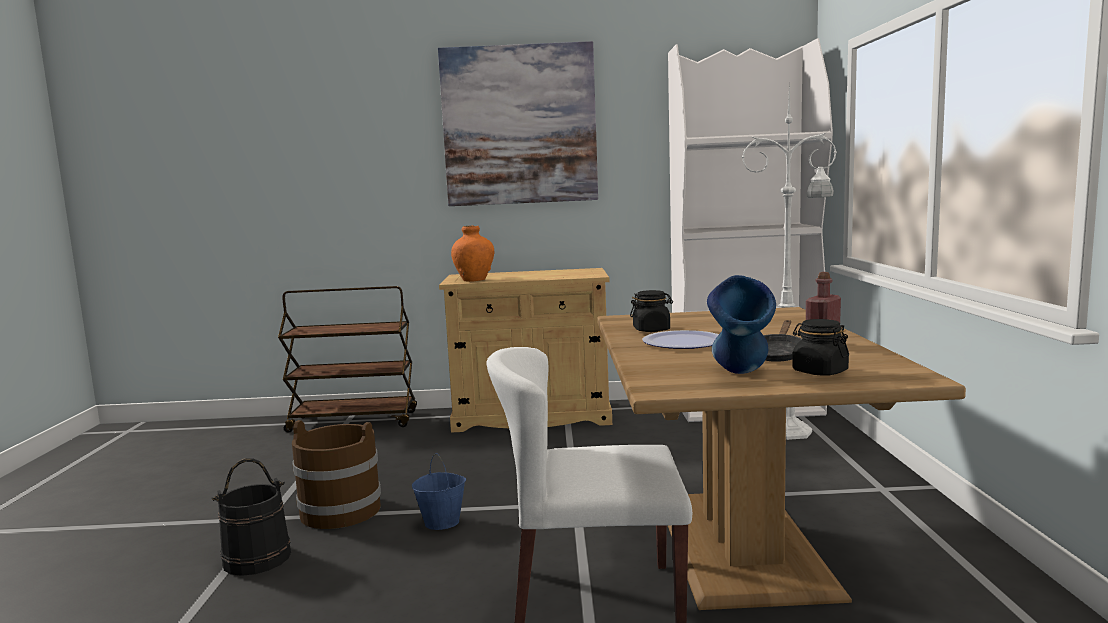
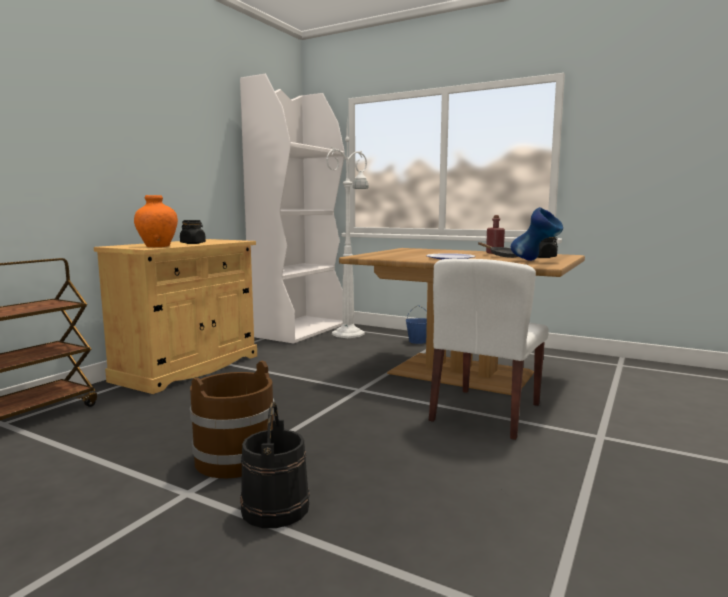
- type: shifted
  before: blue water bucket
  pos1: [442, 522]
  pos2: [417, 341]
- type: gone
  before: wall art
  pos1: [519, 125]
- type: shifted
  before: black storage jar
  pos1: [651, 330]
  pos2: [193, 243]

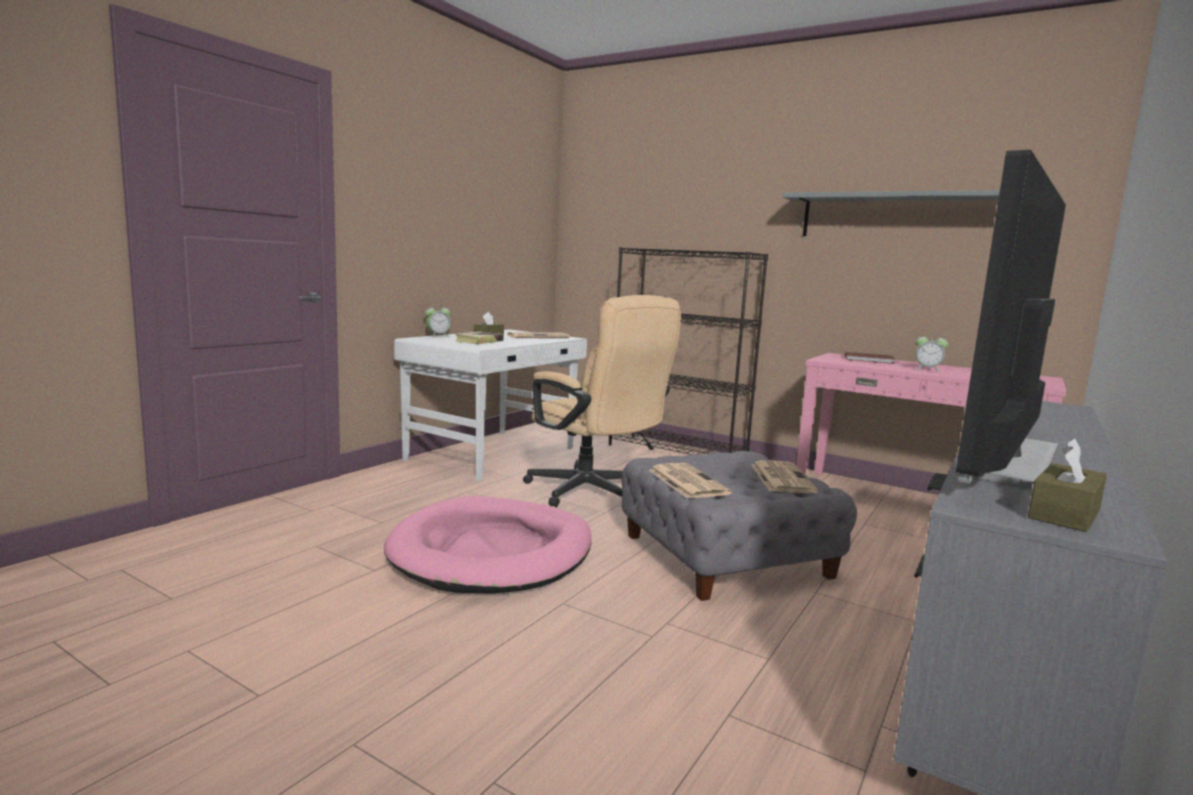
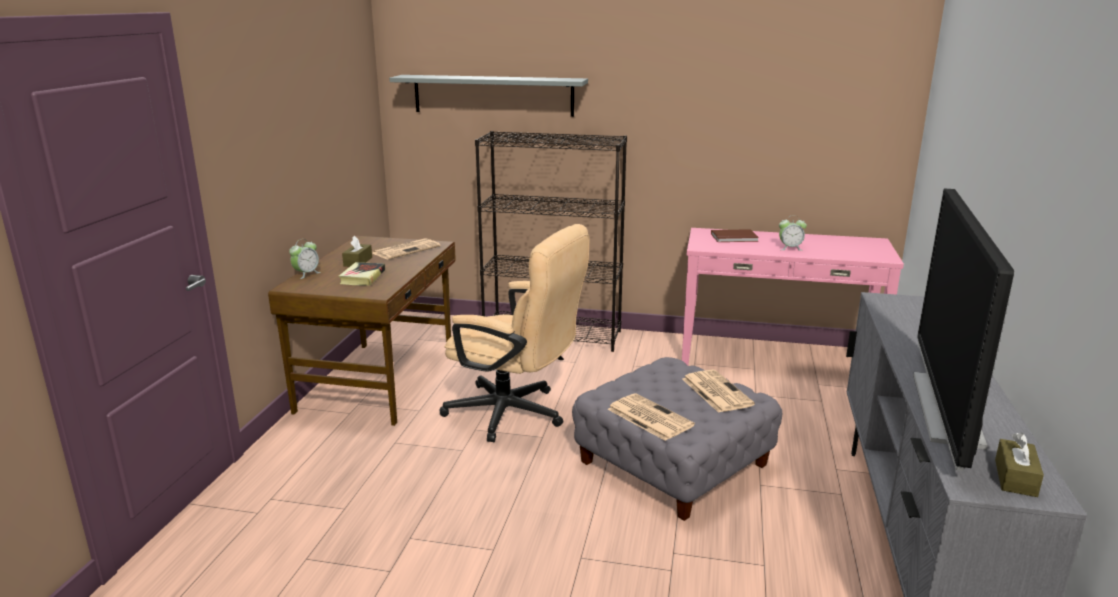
- type: gone
  before: pink dog cushion
  pos1: [493, 552]
- type: repainted
  before: white-coloured desk unit
  after: brown desk unit
  pos1: [494, 454]
  pos2: [380, 381]
- type: shifted
  before: gray wall shelf
  pos1: [897, 216]
  pos2: [493, 95]

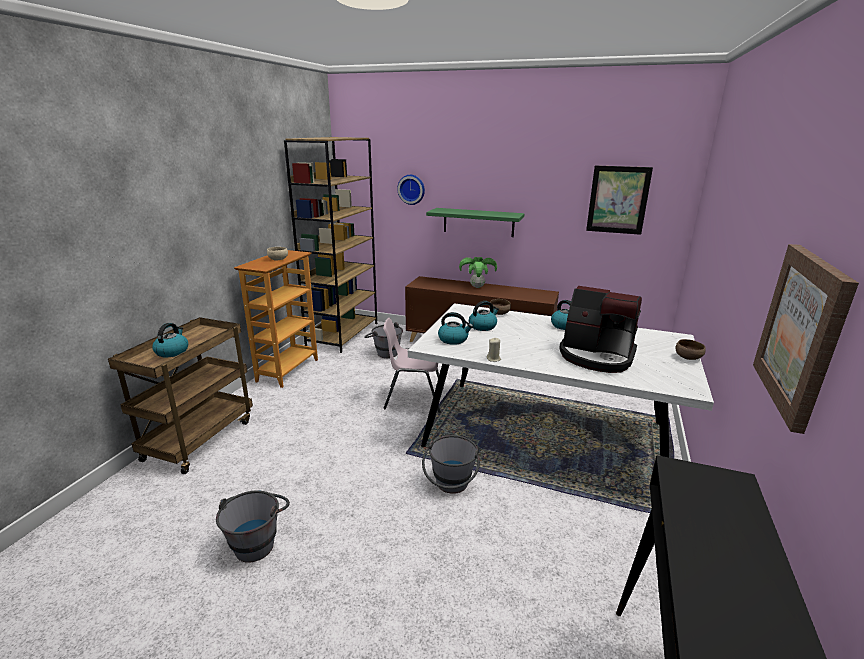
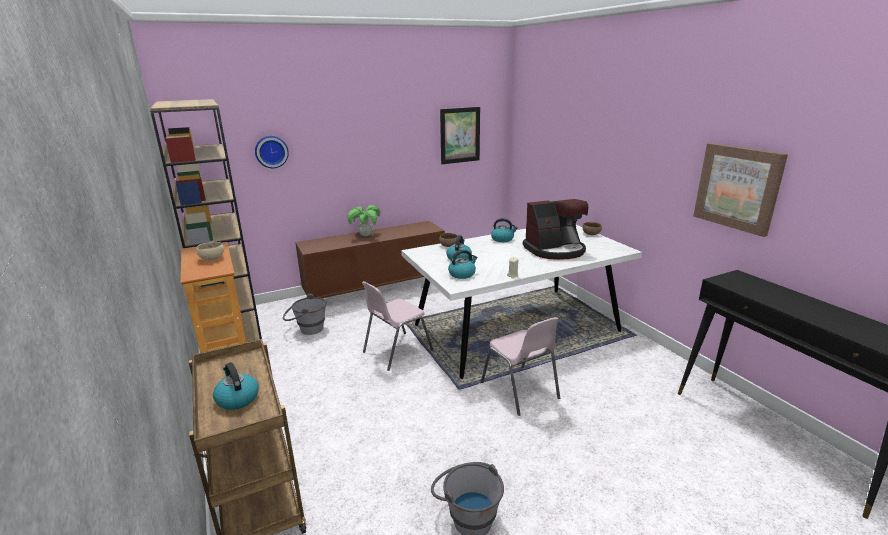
- type: swapped
  before: gray water bucket
  after: pink chair
  pos1: [451, 487]
  pos2: [520, 390]
- type: gone
  before: green-coloured wall shelf
  pos1: [478, 222]

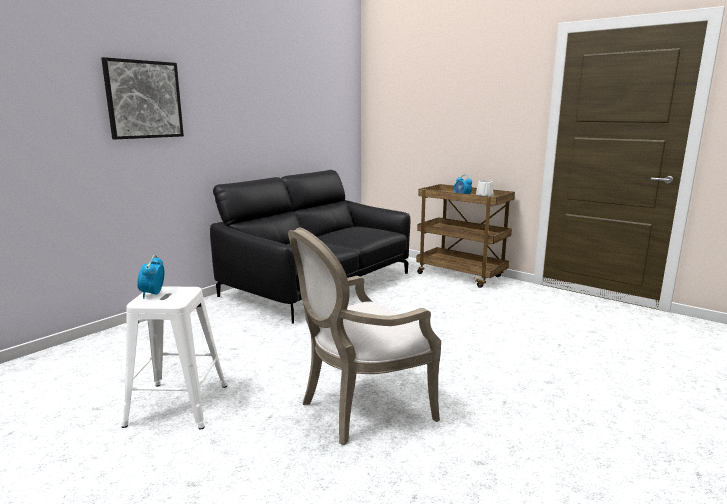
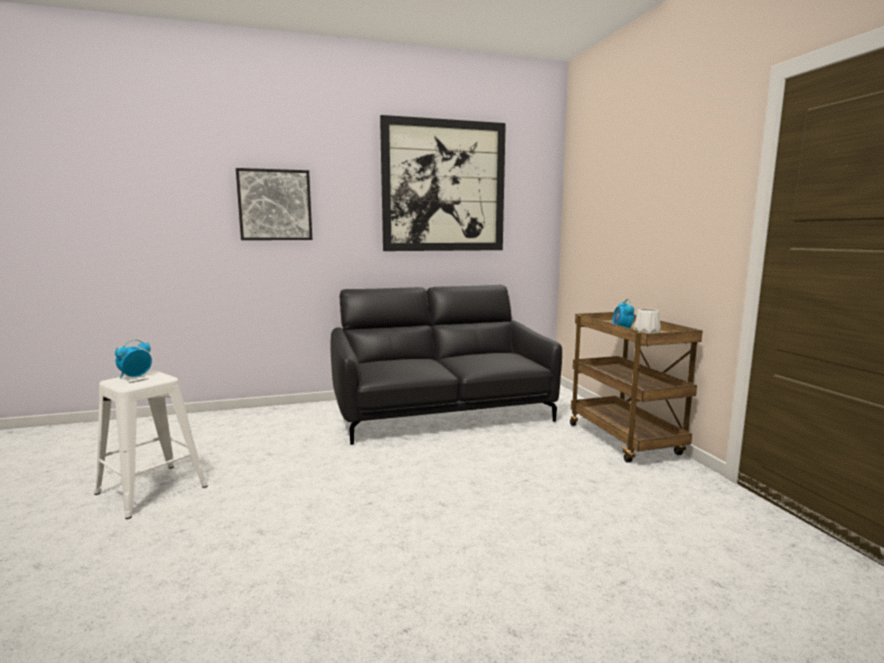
- type: gone
  before: lounge chair
  pos1: [359, 408]
- type: new
  after: wall art
  pos2: [444, 186]

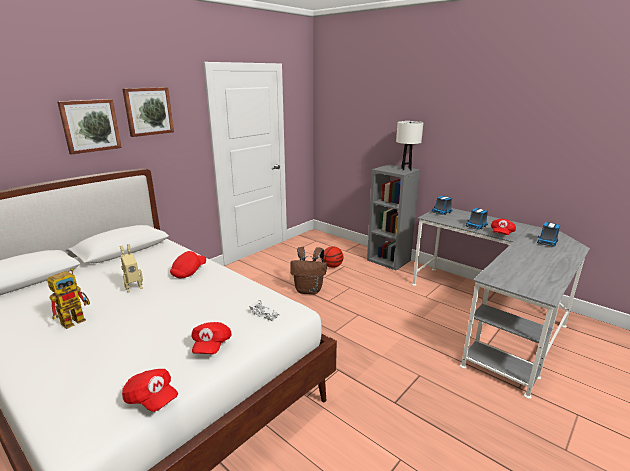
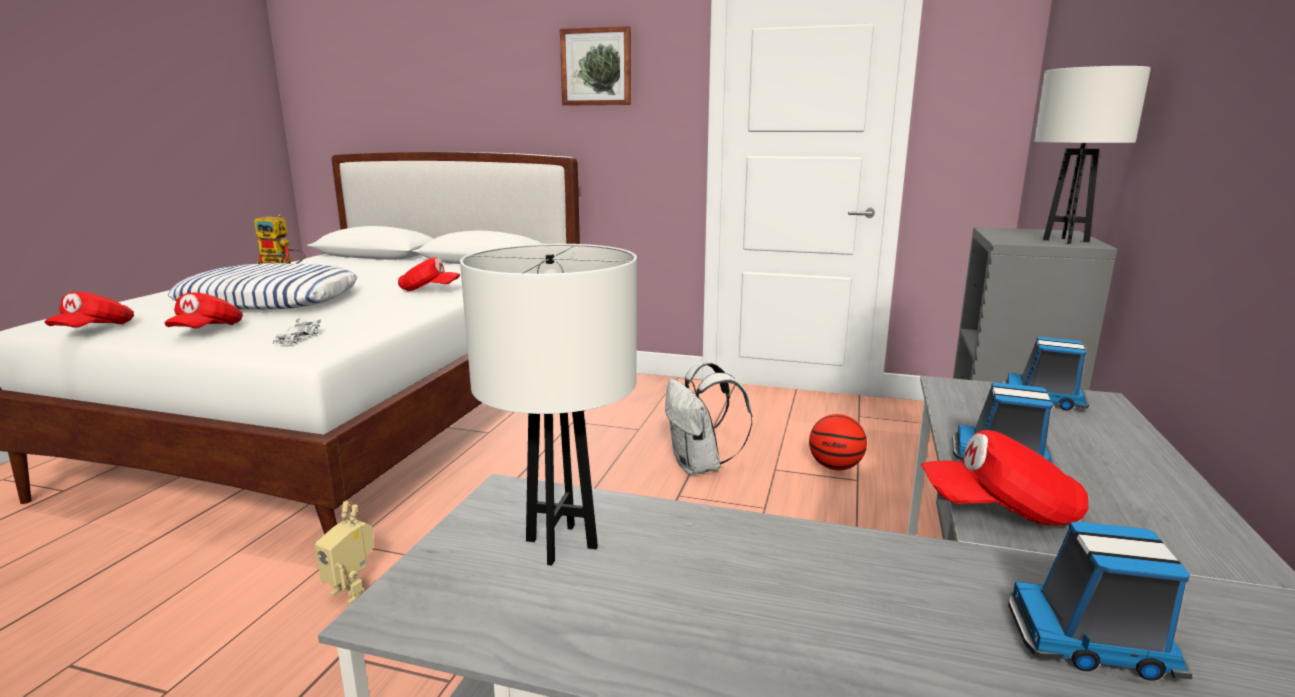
- type: gone
  before: wall art
  pos1: [90, 125]
- type: shifted
  before: model robot
  pos1: [133, 287]
  pos2: [352, 591]
- type: rotated
  before: reddish cap
  pos1: [211, 346]
  pos2: [207, 330]
  turn: -60
- type: repainted
  before: brown knapsack
  after: white-coloured knapsack
  pos1: [309, 290]
  pos2: [700, 466]
- type: new
  after: cushion
  pos2: [270, 300]
- type: new
  after: white-coloured tabletop lamp
  pos2: [562, 543]

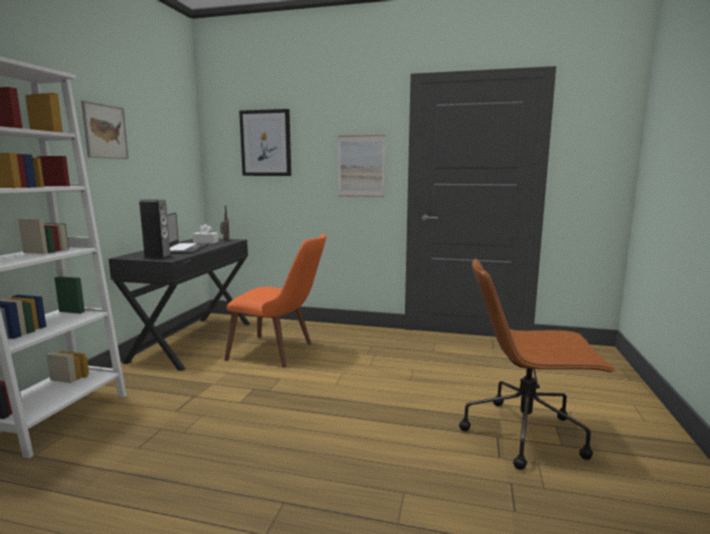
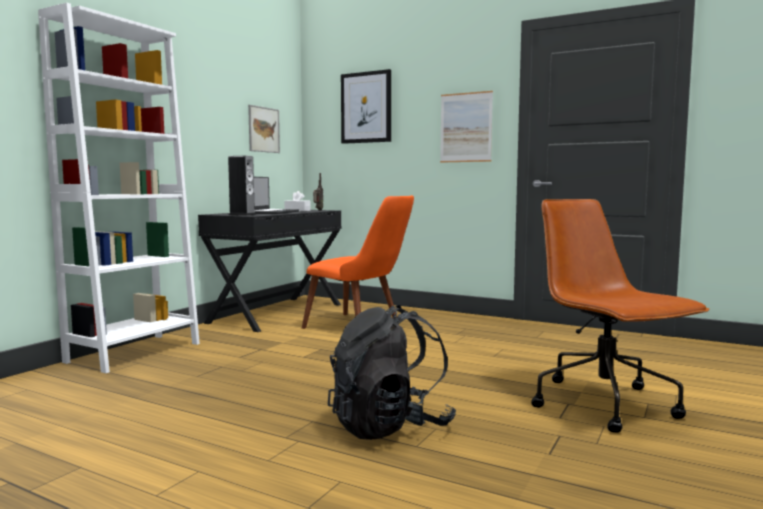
- type: shifted
  before: wall art
  pos1: [105, 131]
  pos2: [263, 129]
- type: rotated
  before: brown computer chair
  pos1: [526, 433]
  pos2: [605, 405]
  turn: 45
- type: new
  after: black knapsack
  pos2: [390, 426]

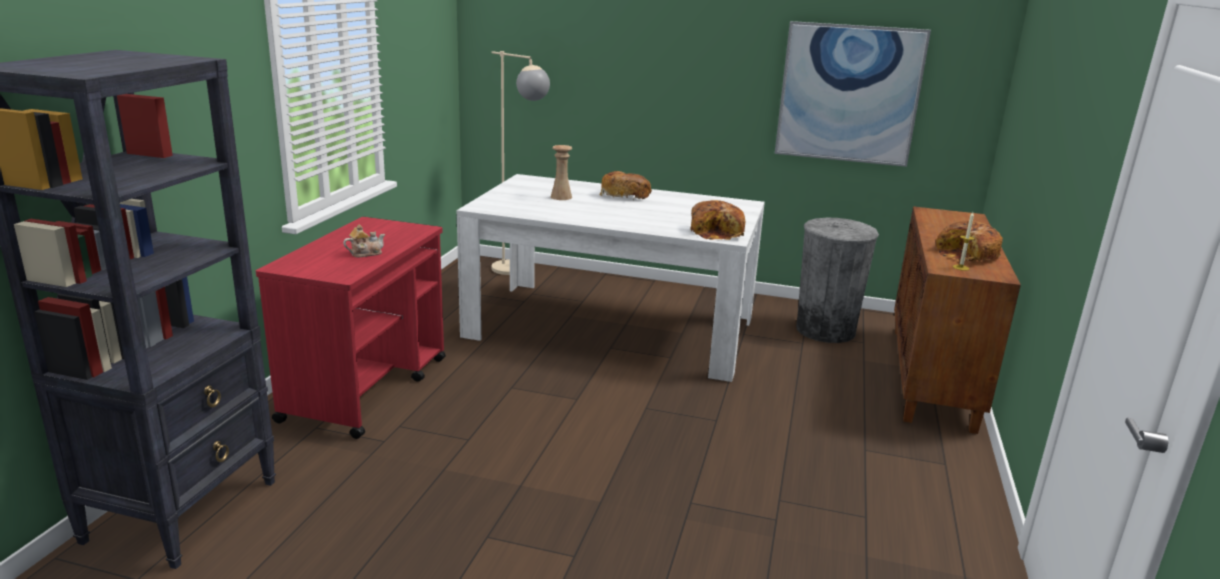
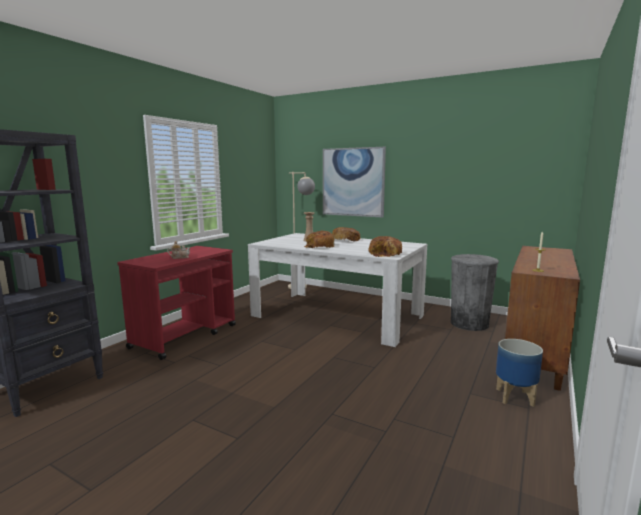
- type: shifted
  before: wall art
  pos1: [849, 94]
  pos2: [353, 182]
- type: shifted
  before: baked bread
  pos1: [967, 254]
  pos2: [318, 246]
- type: new
  after: planter
  pos2: [515, 397]

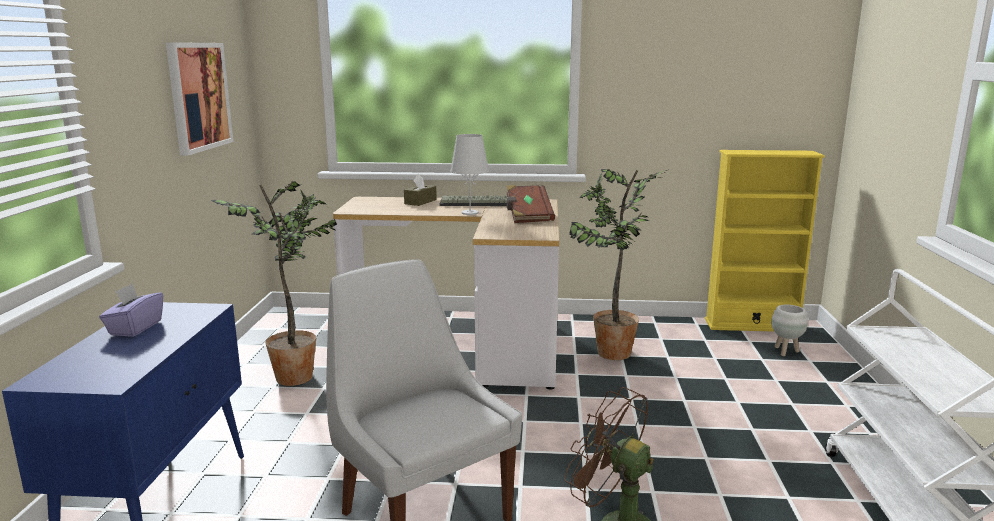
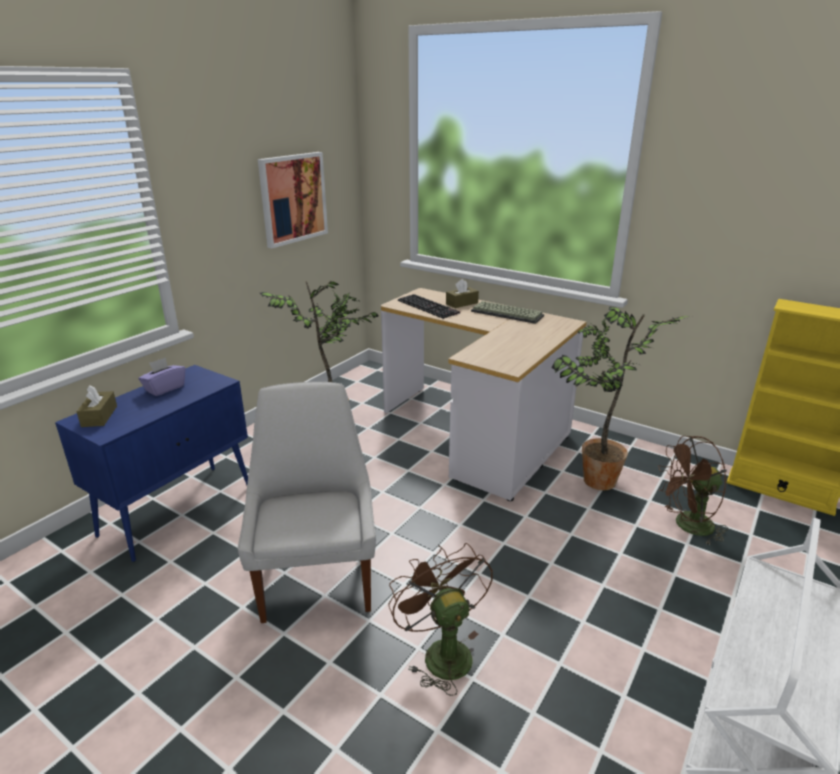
- type: gone
  before: white-coloured tabletop lamp
  pos1: [469, 213]
- type: gone
  before: brown bound book
  pos1: [528, 216]
- type: gone
  before: white-coloured planter
  pos1: [785, 351]
- type: new
  after: brown tissue holder
  pos2: [99, 416]
- type: new
  after: PC keyboard
  pos2: [429, 306]
- type: new
  after: brown electric fan
  pos2: [687, 526]

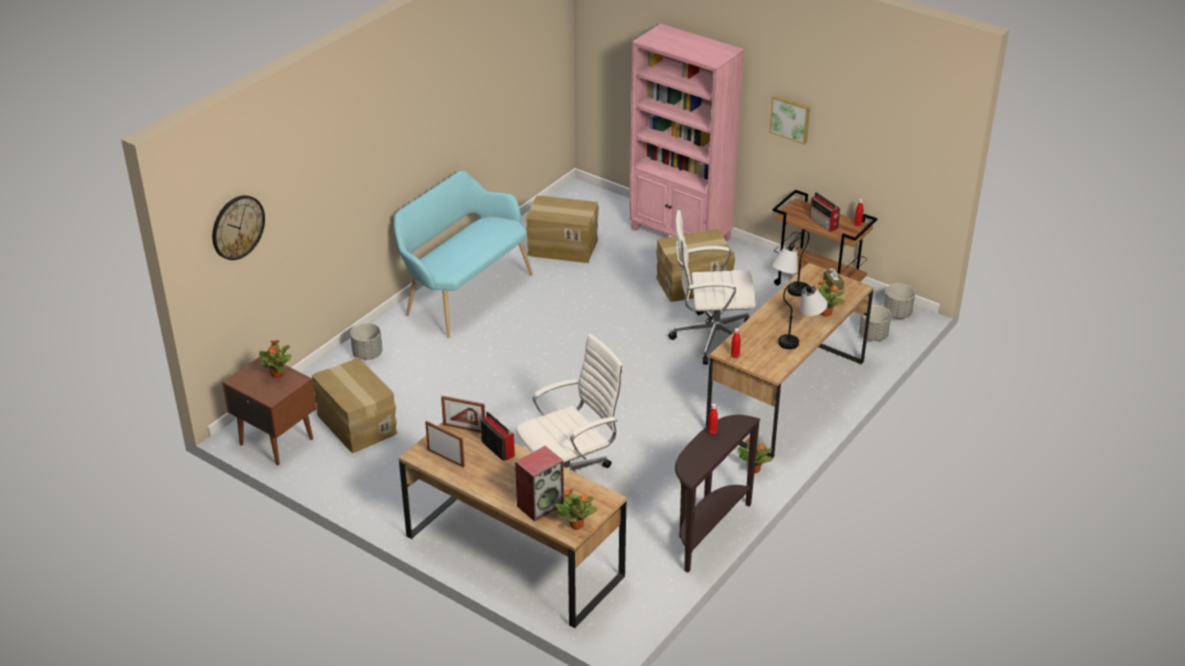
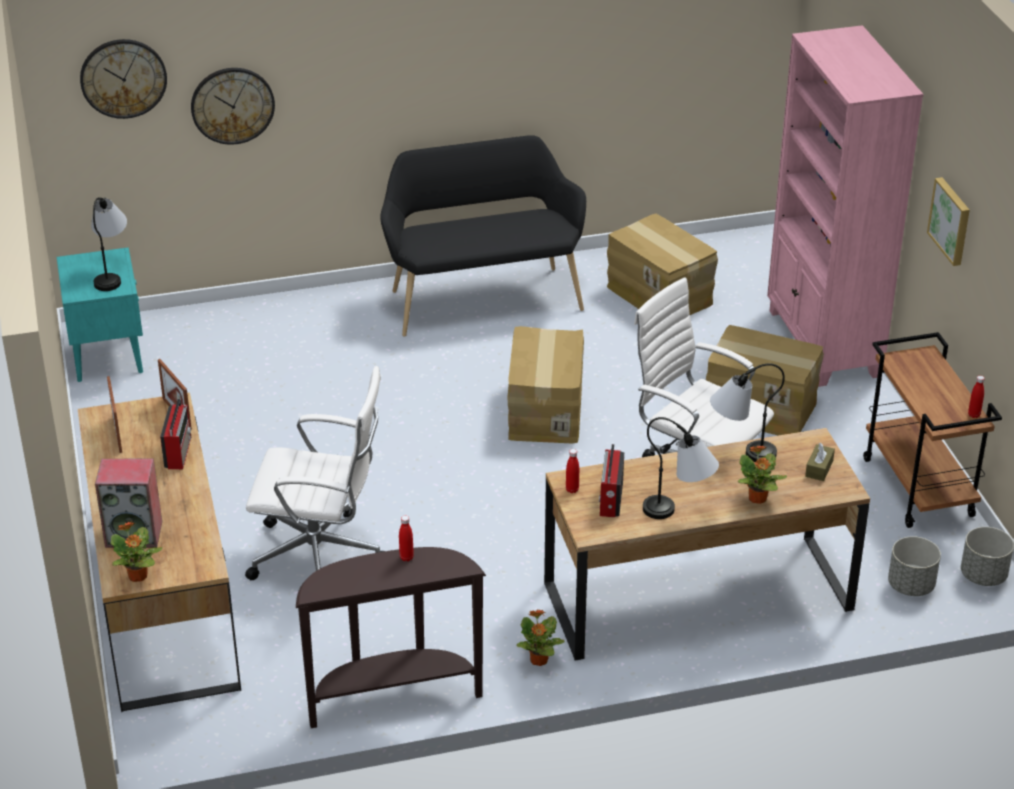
- type: repainted
  before: brown nightstand
  after: turquoise nightstand
  pos1: [276, 440]
  pos2: [108, 356]
- type: swapped
  before: houseplant
  after: tabletop lamp
  pos1: [277, 374]
  pos2: [112, 273]
- type: shifted
  before: carton
  pos1: [356, 424]
  pos2: [544, 411]
- type: gone
  before: gray planter
  pos1: [367, 354]
- type: repainted
  before: turquoise long seat
  after: black long seat
  pos1: [464, 294]
  pos2: [482, 297]
- type: shifted
  before: radio set
  pos1: [824, 223]
  pos2: [610, 500]
- type: new
  after: hanging clock
  pos2: [232, 105]

